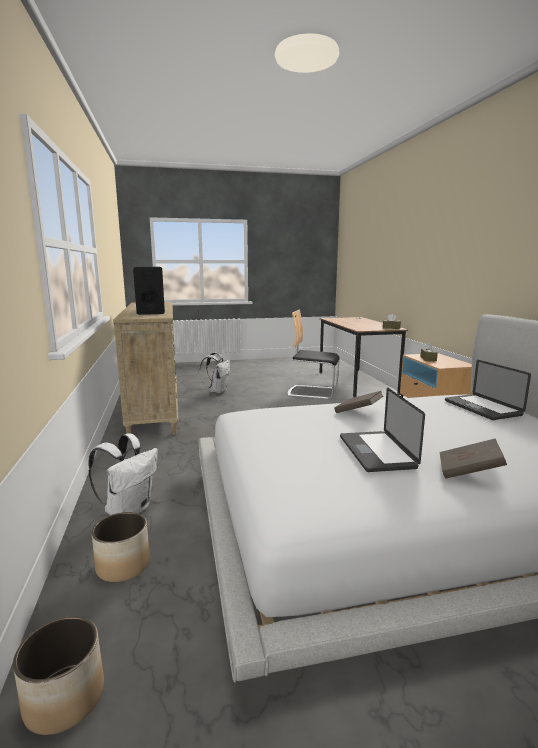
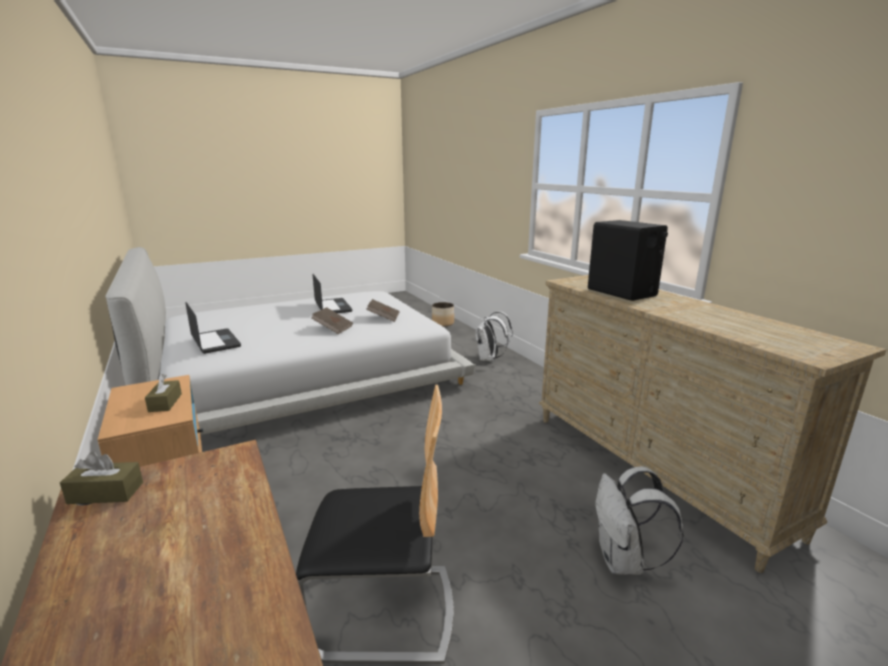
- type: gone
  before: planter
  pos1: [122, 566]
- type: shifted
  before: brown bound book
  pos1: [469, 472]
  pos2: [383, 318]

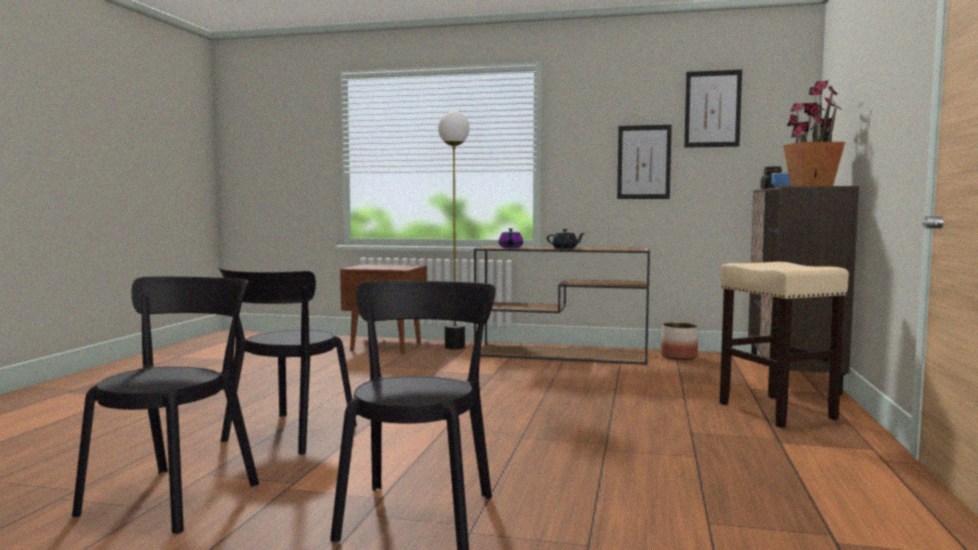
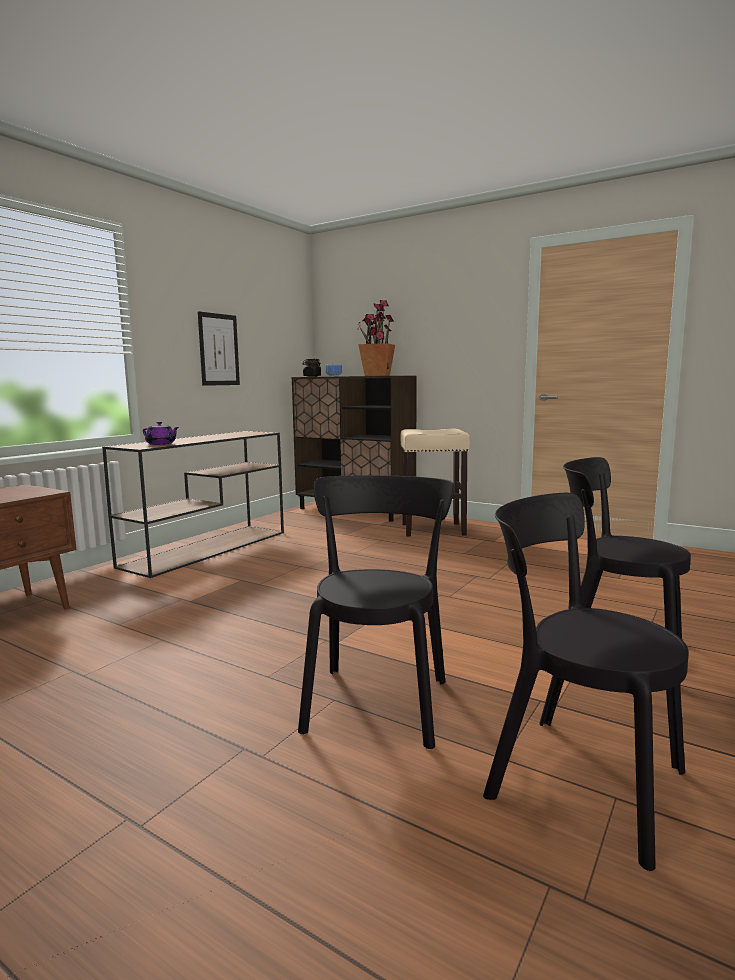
- type: rotated
  before: black chair
  pos1: [287, 435]
  pos2: [378, 700]
  turn: -120
- type: gone
  before: standard lamp
  pos1: [455, 347]
- type: gone
  before: black tea pot
  pos1: [565, 248]
- type: gone
  before: planter
  pos1: [679, 356]
- type: gone
  before: wall art
  pos1: [712, 109]

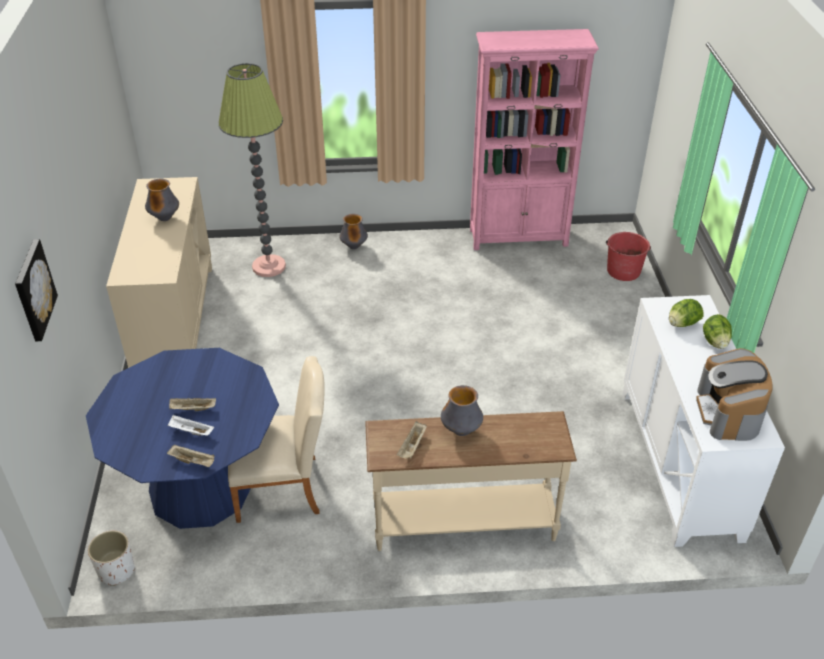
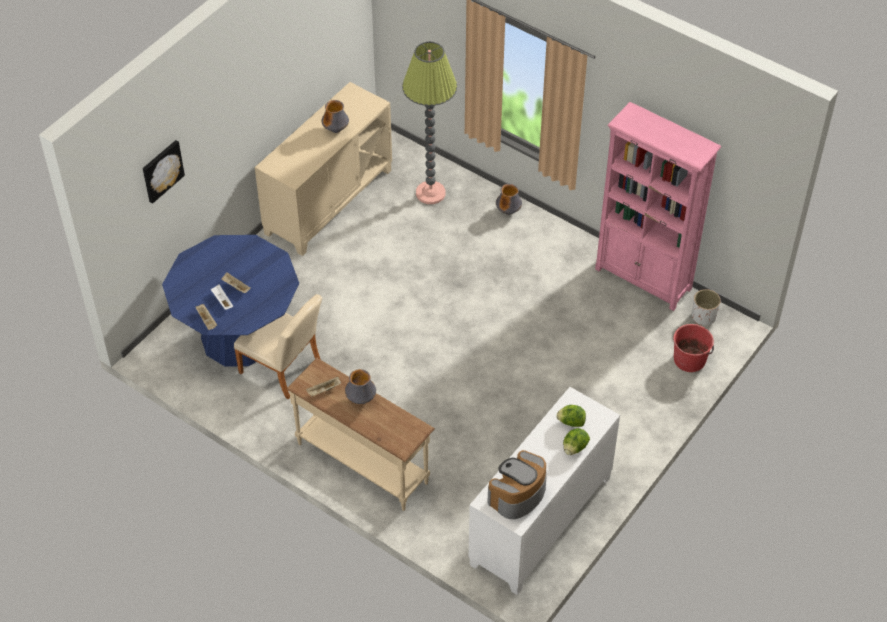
- type: shifted
  before: white-coloured planter
  pos1: [116, 570]
  pos2: [703, 316]

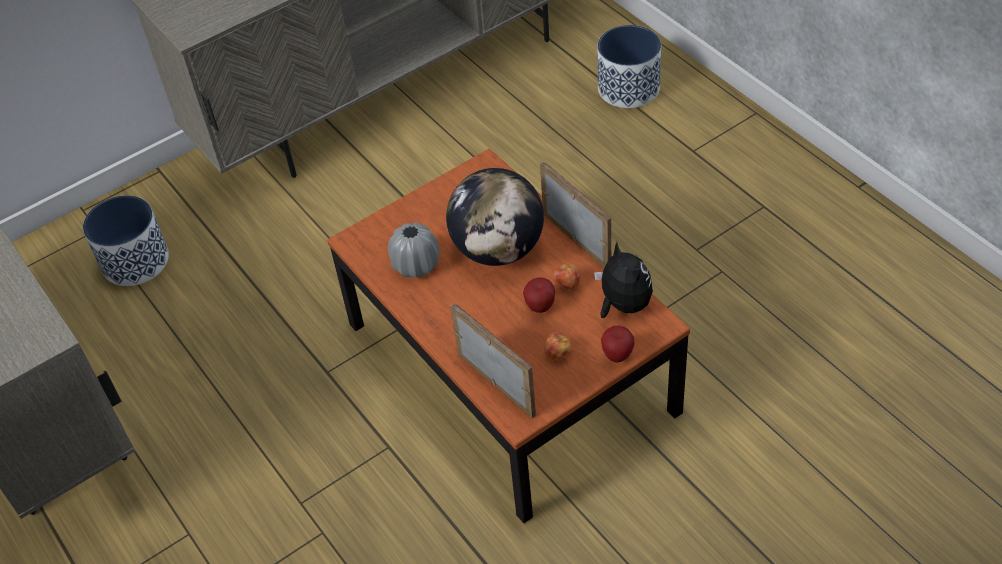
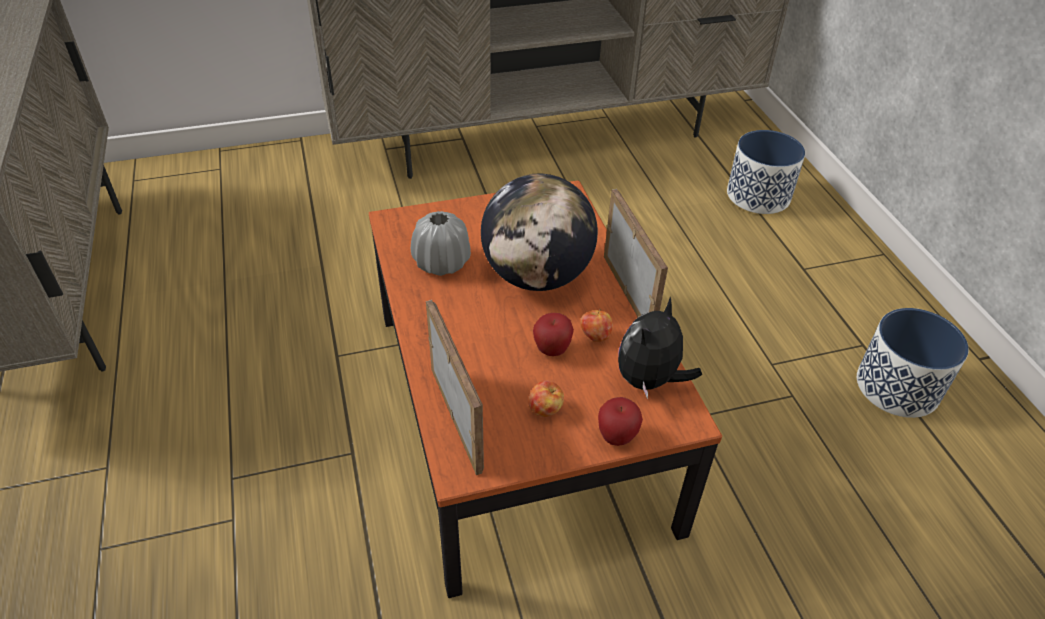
- type: shifted
  before: planter
  pos1: [136, 261]
  pos2: [897, 387]
- type: rotated
  before: soft toy
  pos1: [623, 305]
  pos2: [650, 380]
  turn: -135

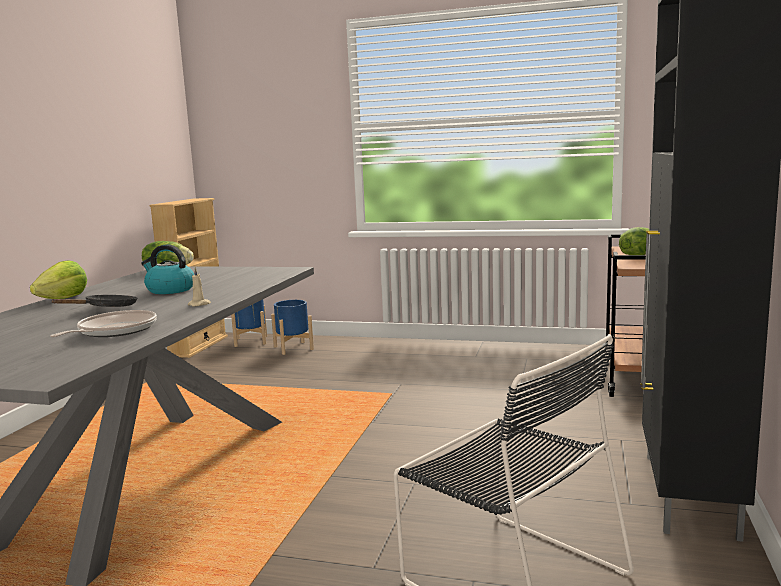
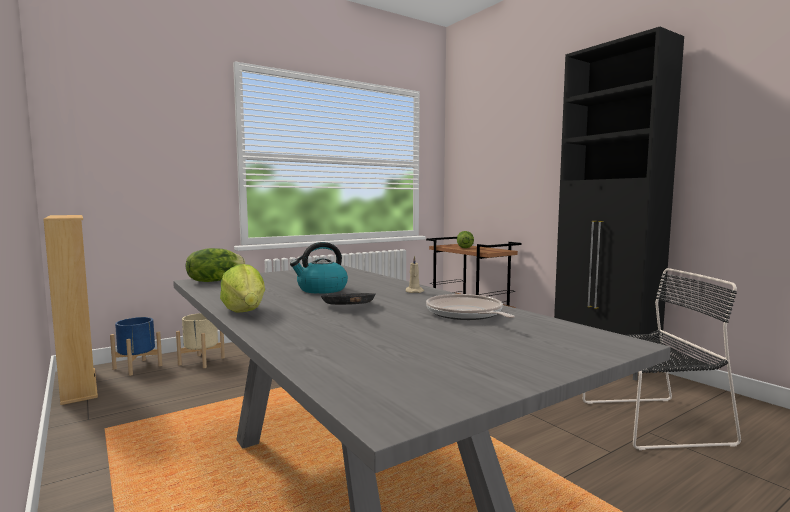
- type: repainted
  before: blue planter
  after: beige planter
  pos1: [293, 348]
  pos2: [201, 361]

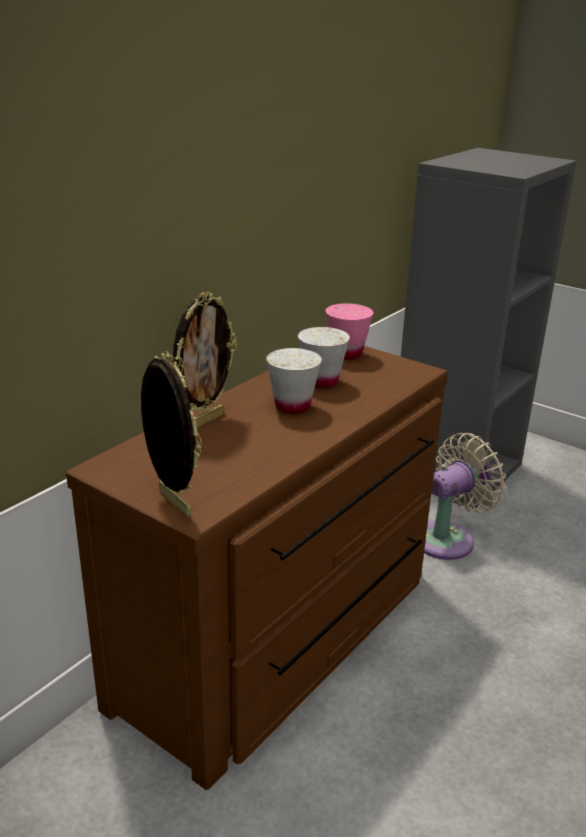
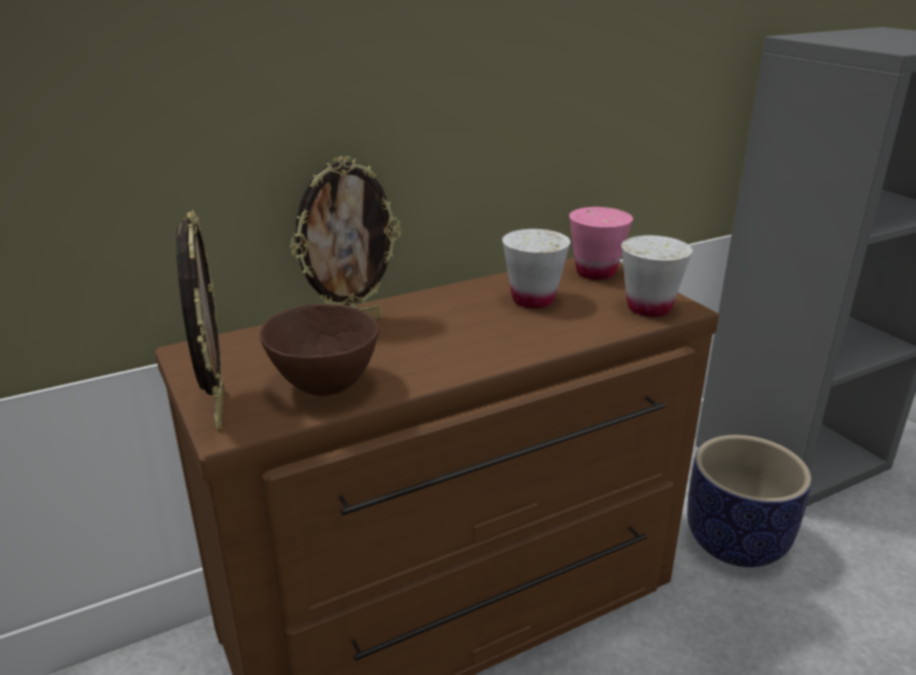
- type: shifted
  before: white-coloured small cup
  pos1: [292, 406]
  pos2: [649, 308]
- type: swapped
  before: beige electric fan
  after: planter
  pos1: [448, 538]
  pos2: [734, 541]
- type: new
  after: brown serving bowl
  pos2: [323, 386]

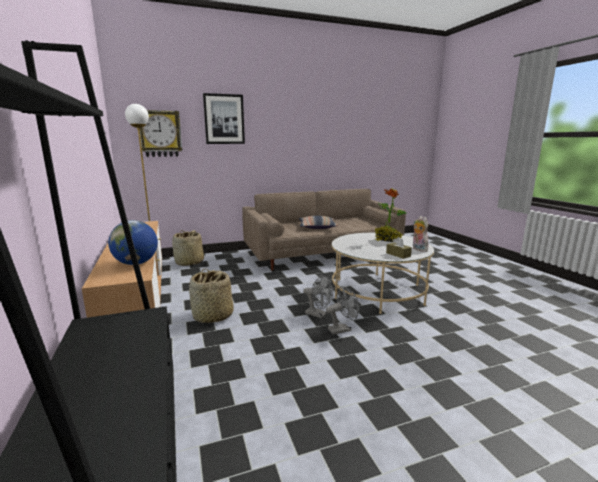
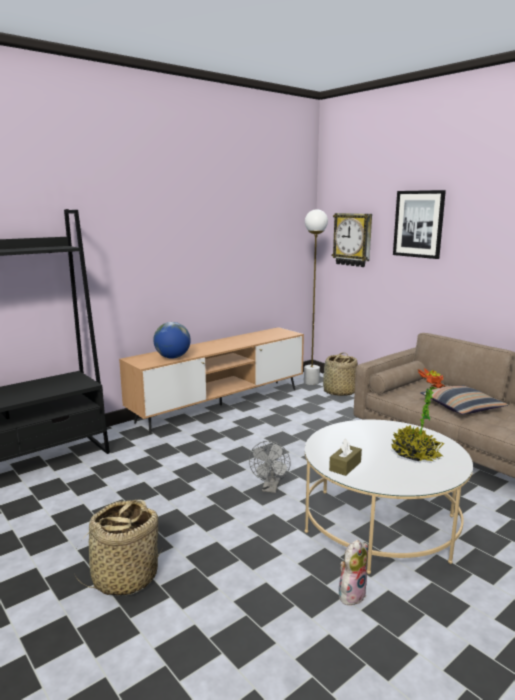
- type: shifted
  before: basket
  pos1: [212, 316]
  pos2: [124, 577]
- type: gone
  before: gray electric fan
  pos1: [342, 329]
- type: shifted
  before: soft toy
  pos1: [418, 249]
  pos2: [351, 594]

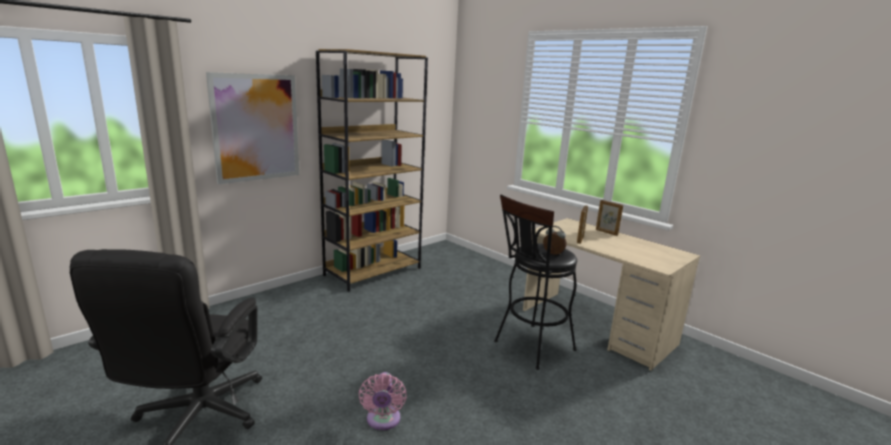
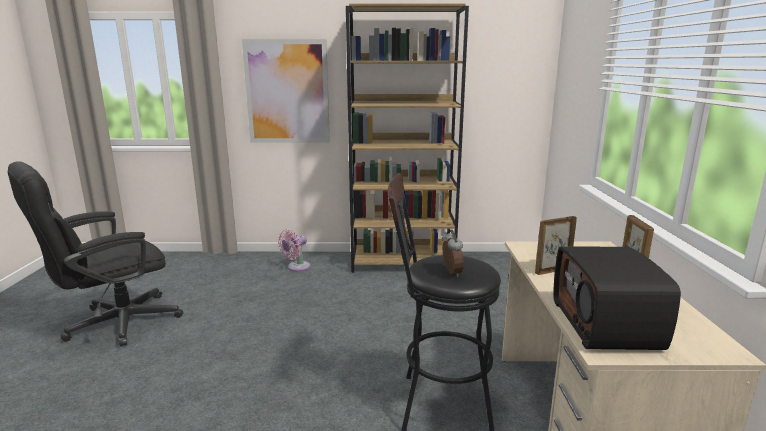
- type: shifted
  before: pink electric fan
  pos1: [383, 421]
  pos2: [296, 267]
- type: new
  after: radio set
  pos2: [607, 324]

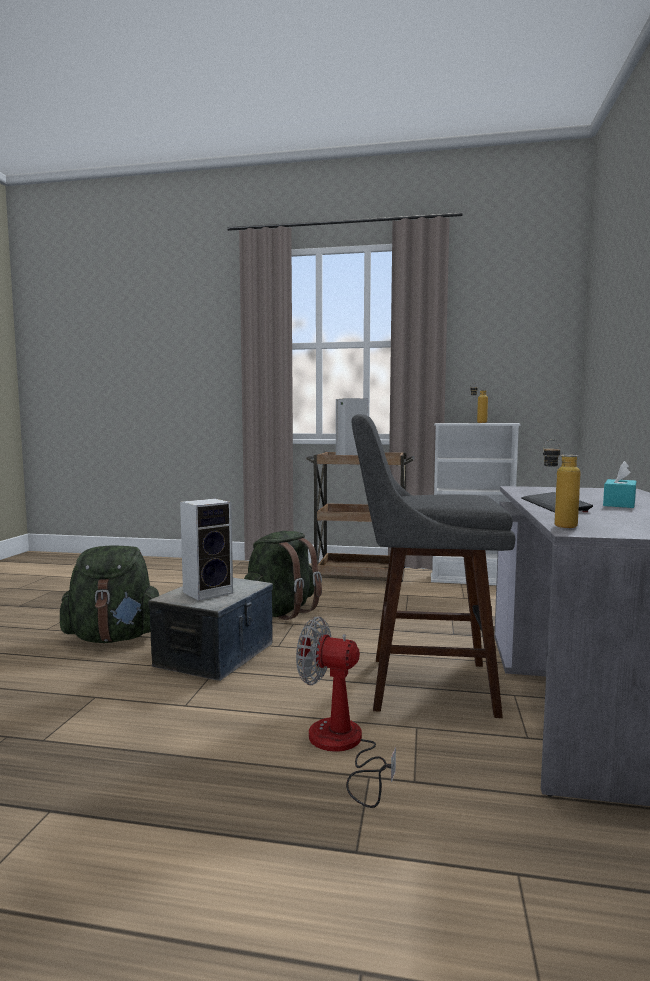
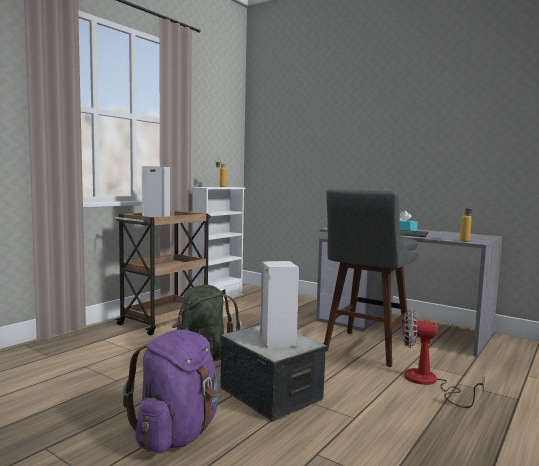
- type: repainted
  before: green-coloured knapsack
  after: purple knapsack
  pos1: [114, 638]
  pos2: [177, 434]
- type: rotated
  before: electric fan
  pos1: [342, 747]
  pos2: [428, 383]
  turn: 60

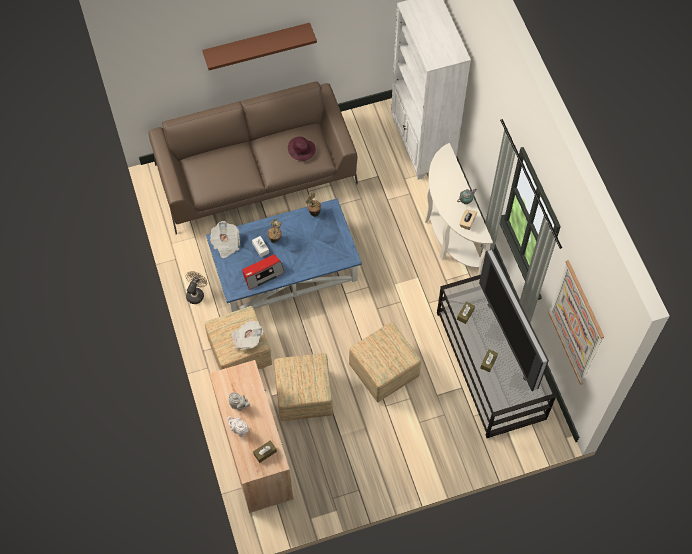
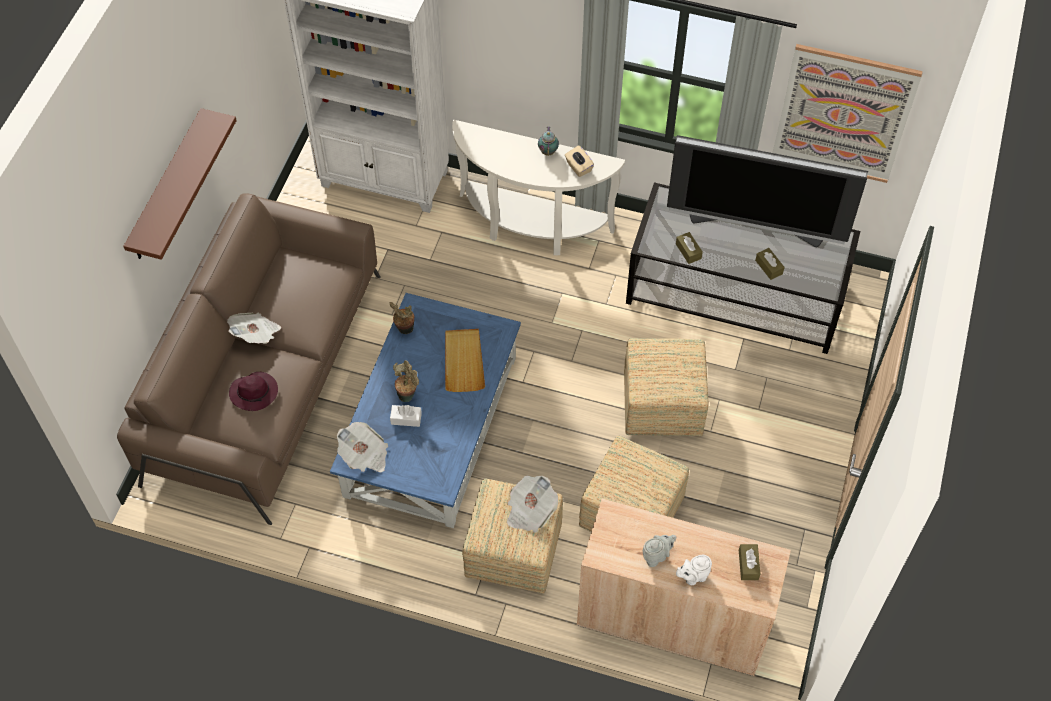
- type: gone
  before: beige electric fan
  pos1: [196, 293]
- type: gone
  before: radio set
  pos1: [262, 274]
- type: shifted
  before: purple wearable hat
  pos1: [302, 150]
  pos2: [255, 392]
- type: new
  after: printed paper
  pos2: [256, 334]
- type: new
  after: beige serving tray
  pos2: [463, 361]

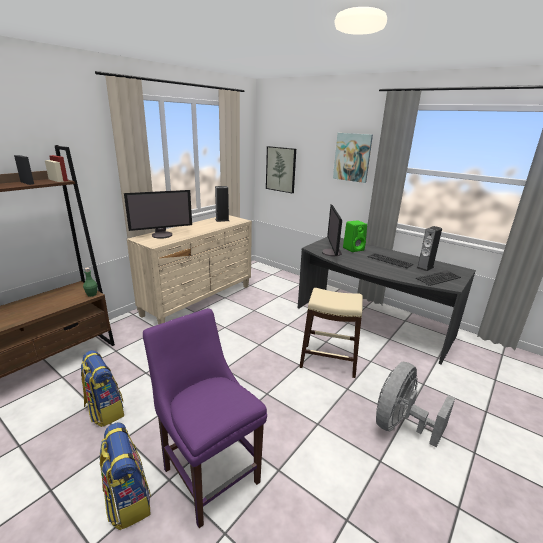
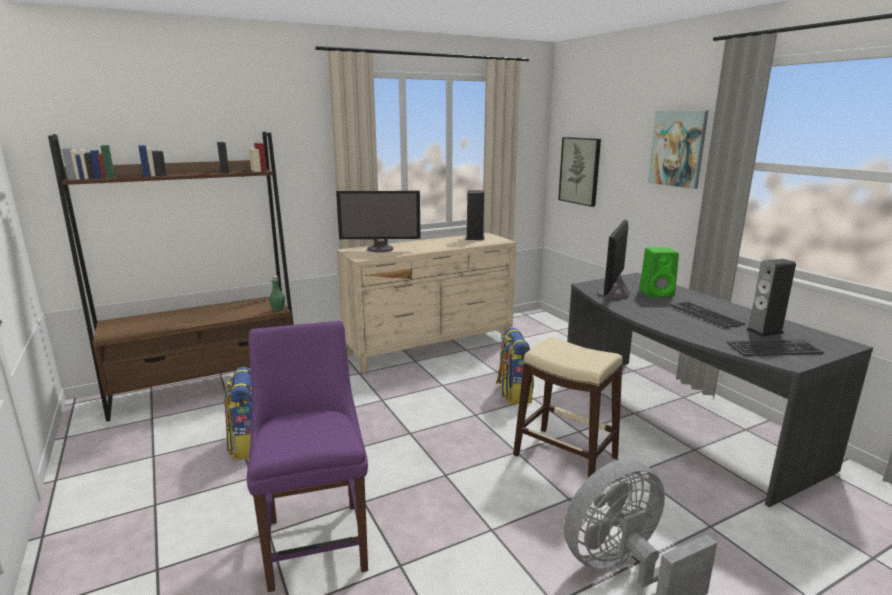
- type: shifted
  before: knapsack
  pos1: [127, 500]
  pos2: [513, 393]

